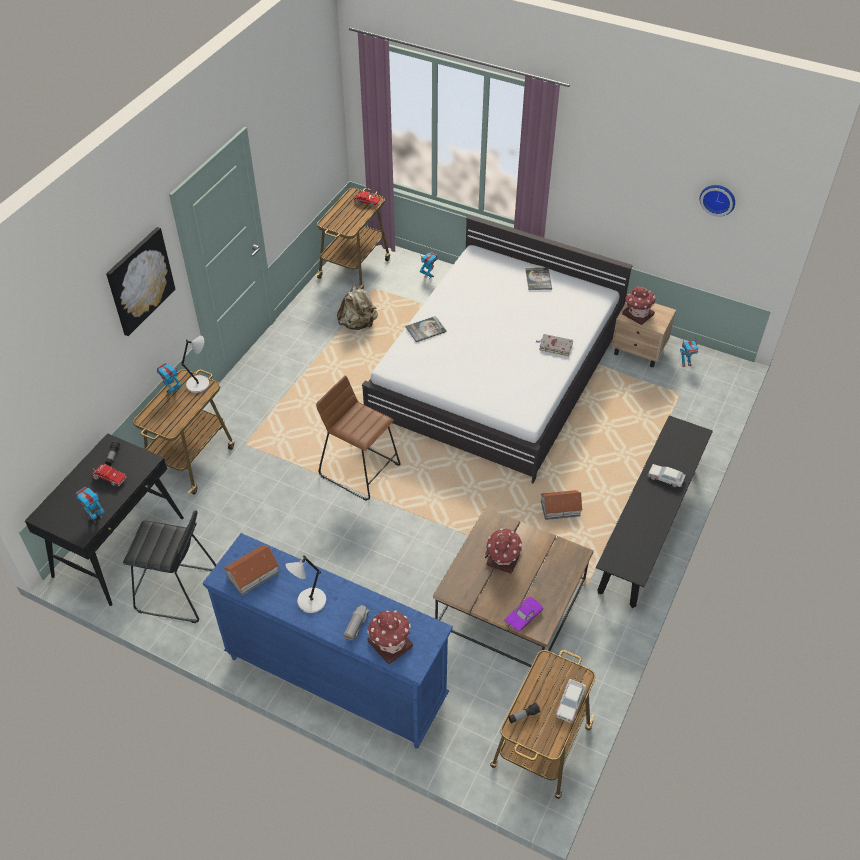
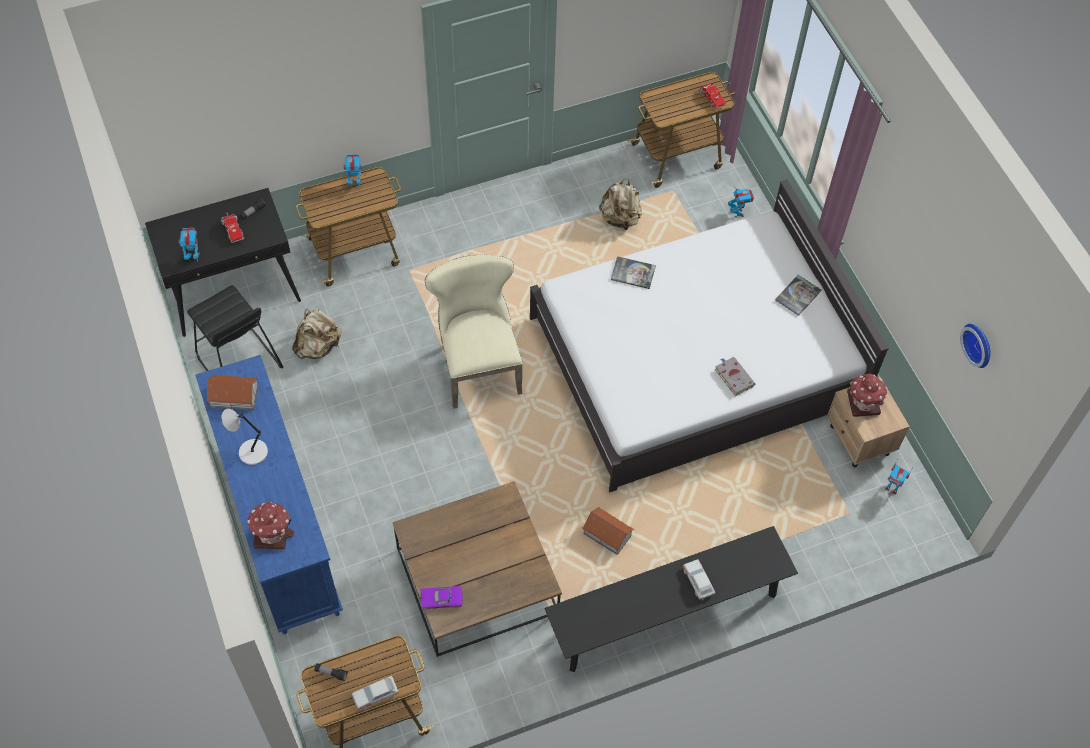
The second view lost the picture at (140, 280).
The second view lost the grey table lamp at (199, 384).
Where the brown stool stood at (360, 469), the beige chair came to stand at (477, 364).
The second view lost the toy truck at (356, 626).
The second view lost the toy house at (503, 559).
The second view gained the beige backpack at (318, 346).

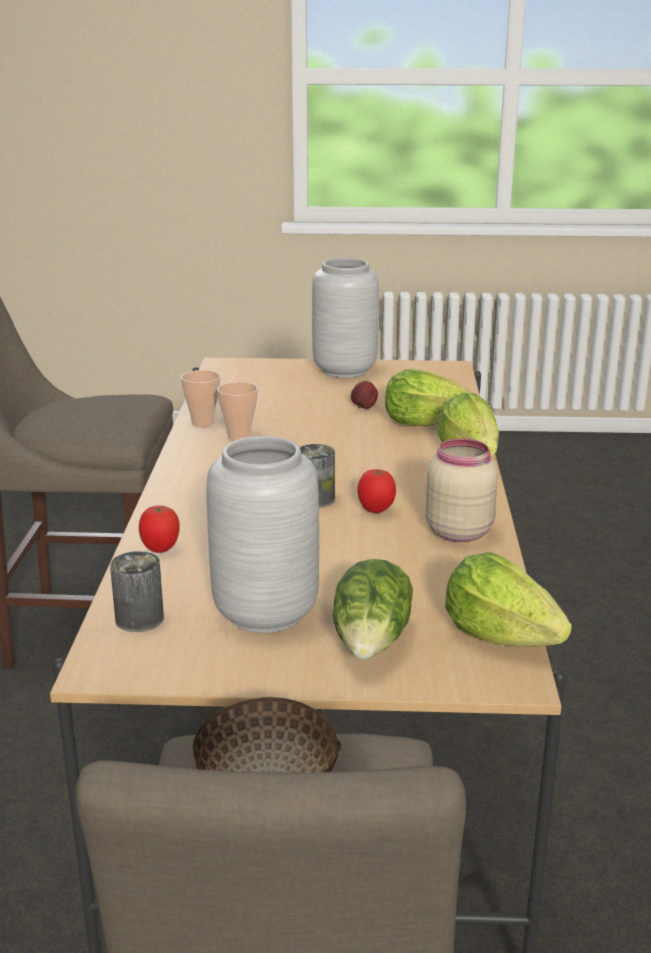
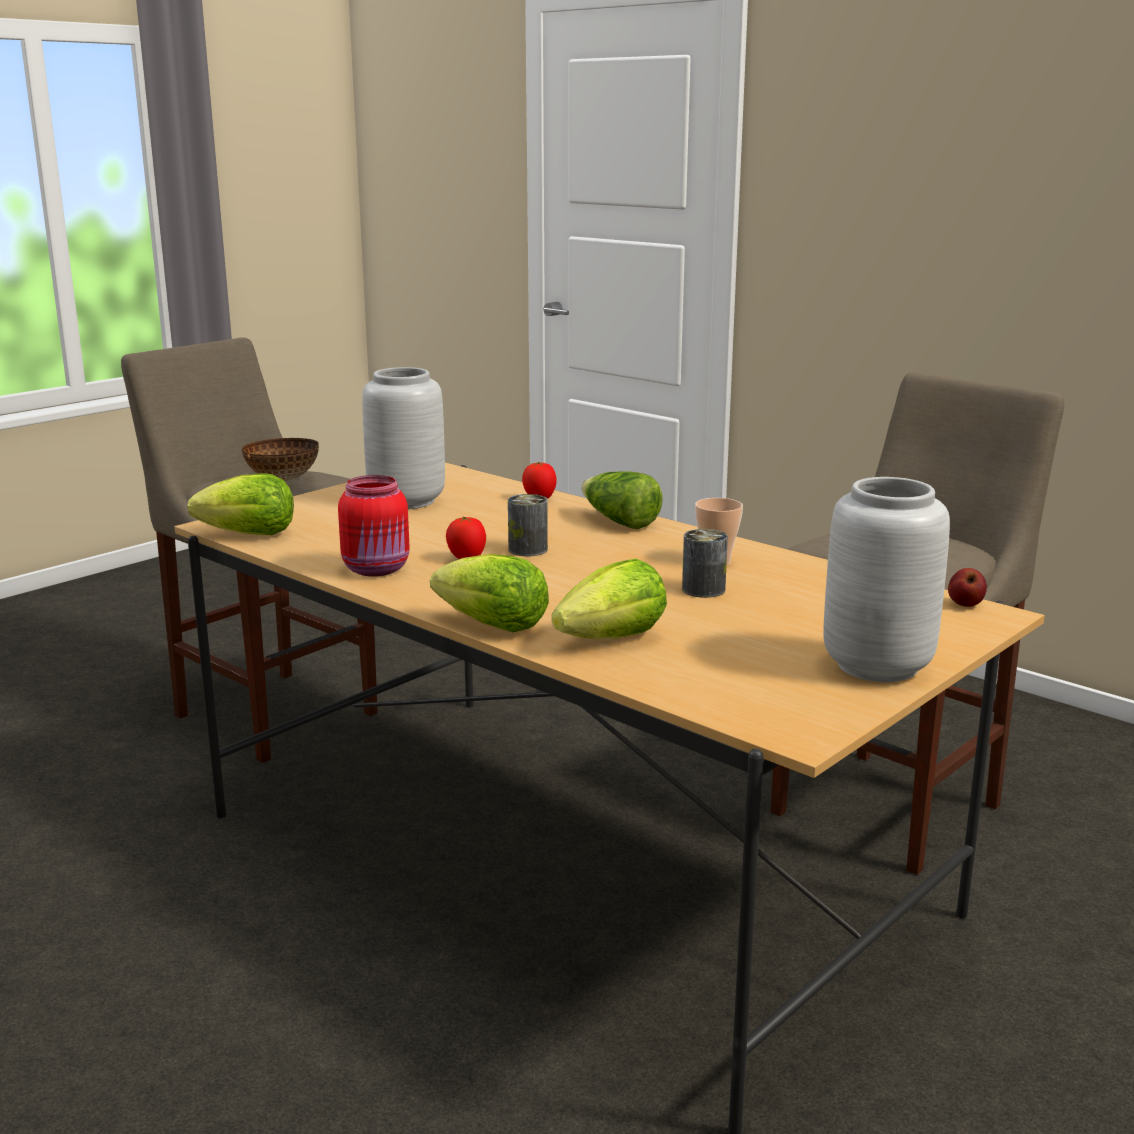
The can ended up elsewhere, having gone from (139, 619) to (703, 590).
The second view lost the cup at (202, 423).
The lettuce ended up elsewhere, having gone from (372, 642) to (619, 522).
The apple ended up elsewhere, having gone from (364, 408) to (965, 605).
What was the beige jar at (458, 531) turned into the red jar at (378, 569).

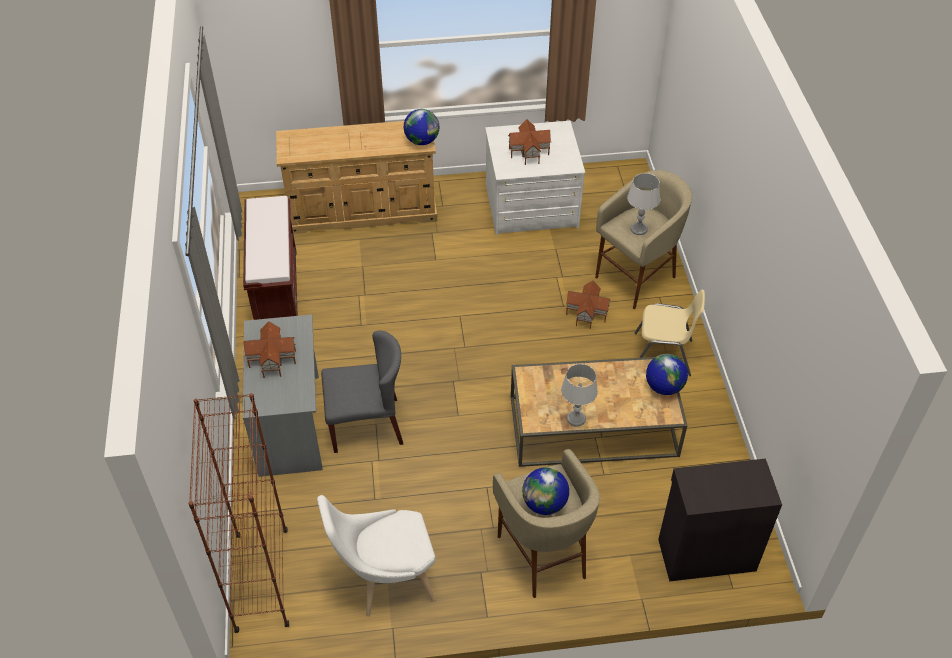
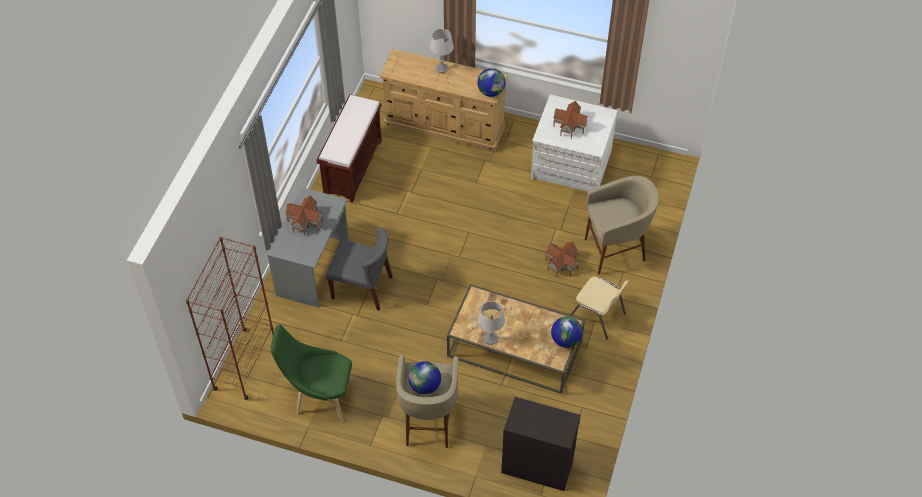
What was the white chair at (385, 581) turned into the green chair at (319, 396).
The grey table lamp ended up elsewhere, having gone from (639, 229) to (442, 68).

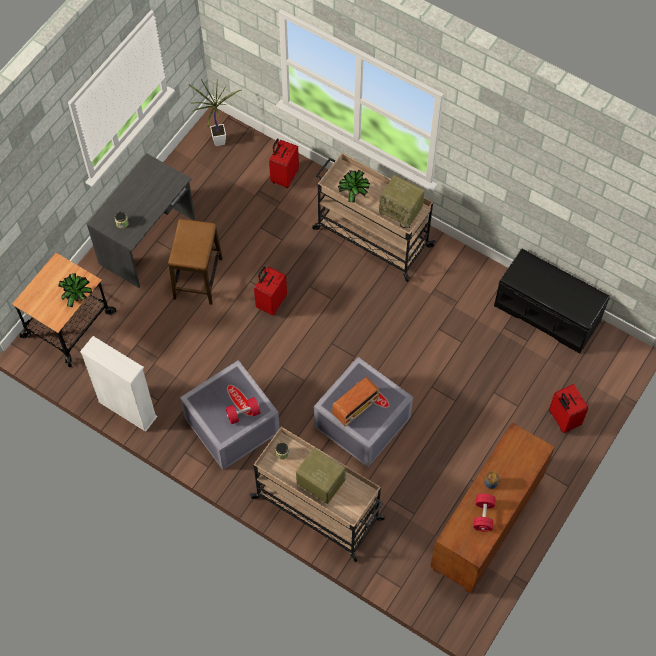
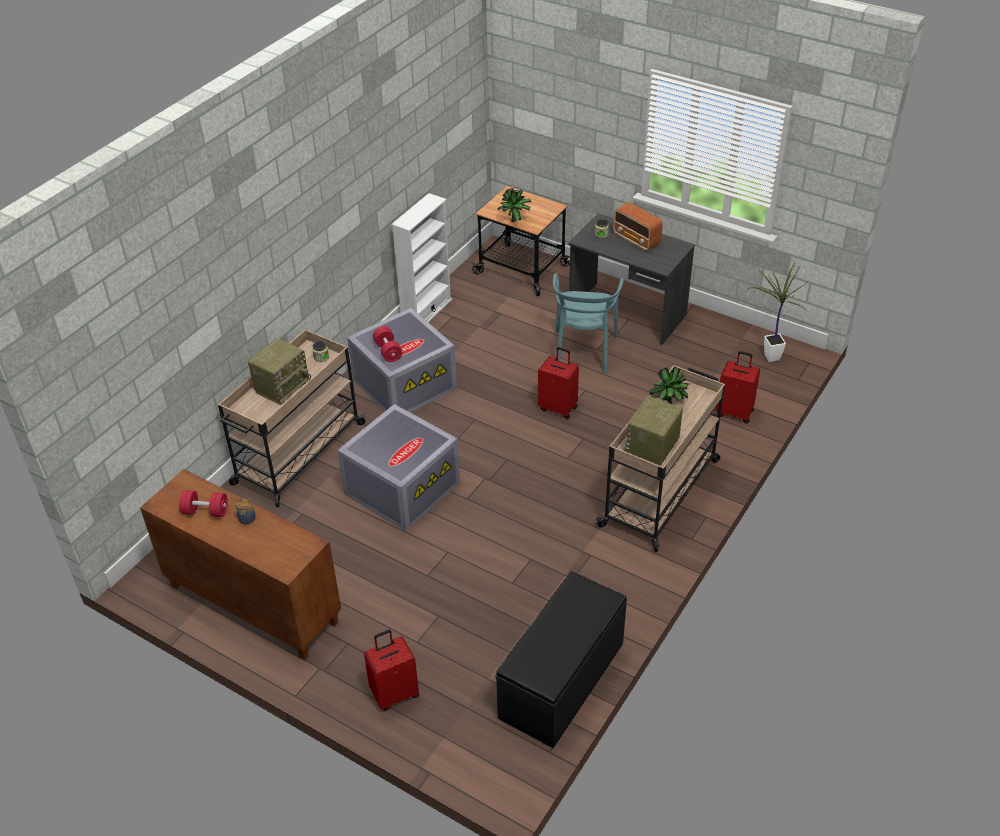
Where the stool stood at (198, 279), the turquoise chair came to stand at (584, 351).
The radio ended up elsewhere, having gone from (355, 407) to (636, 240).

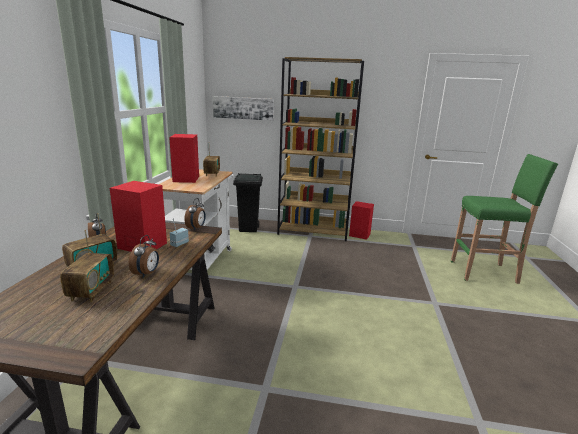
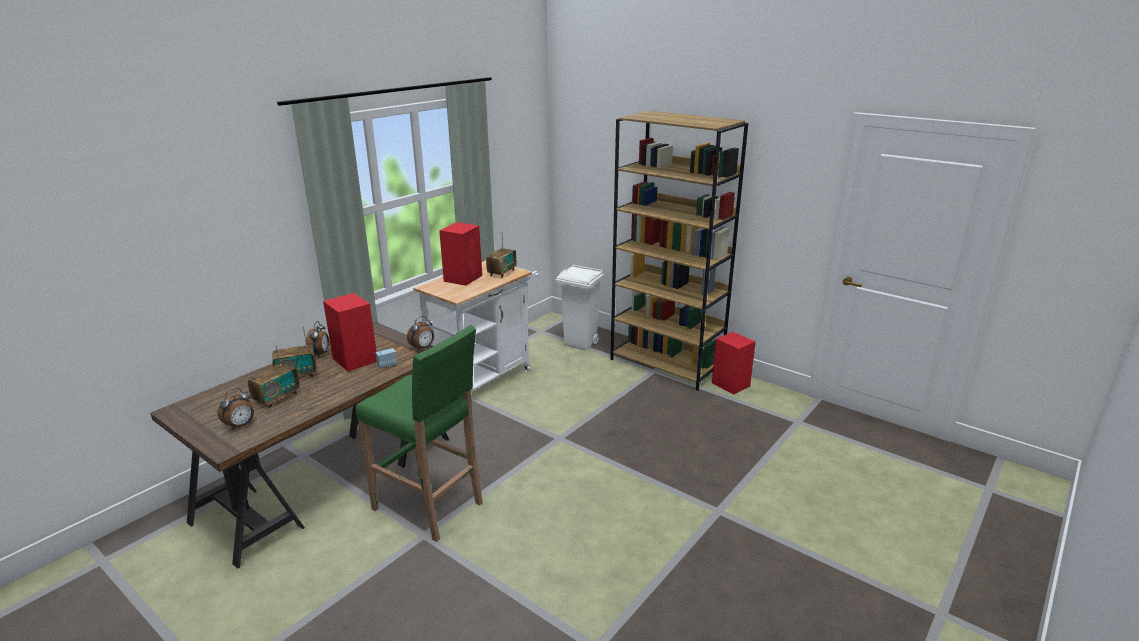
The alarm clock ended up elsewhere, having gone from (147, 273) to (240, 425).
The second view lost the picture at (243, 108).
What was the black trash can at (248, 229) turned into the white trash can at (580, 344).
The green stool ended up elsewhere, having gone from (485, 272) to (429, 507).

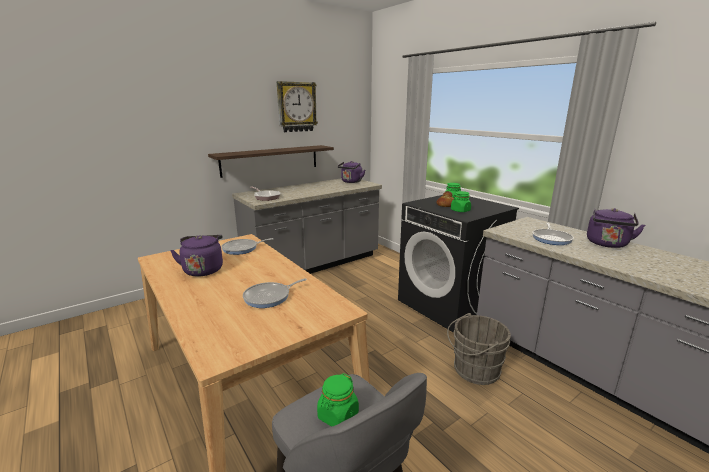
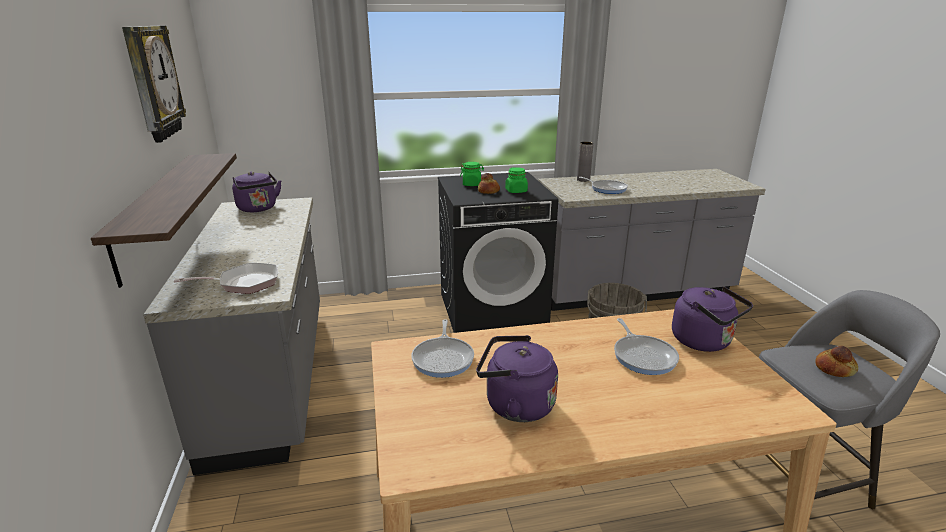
Where the green jar stood at (338, 416), the bread came to stand at (834, 368).
The purple kettle ended up elsewhere, having gone from (607, 244) to (704, 342).
The second view gained the grey vase at (583, 180).

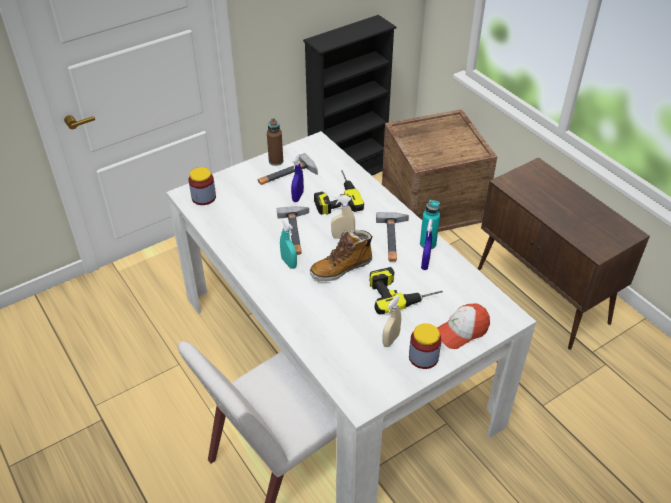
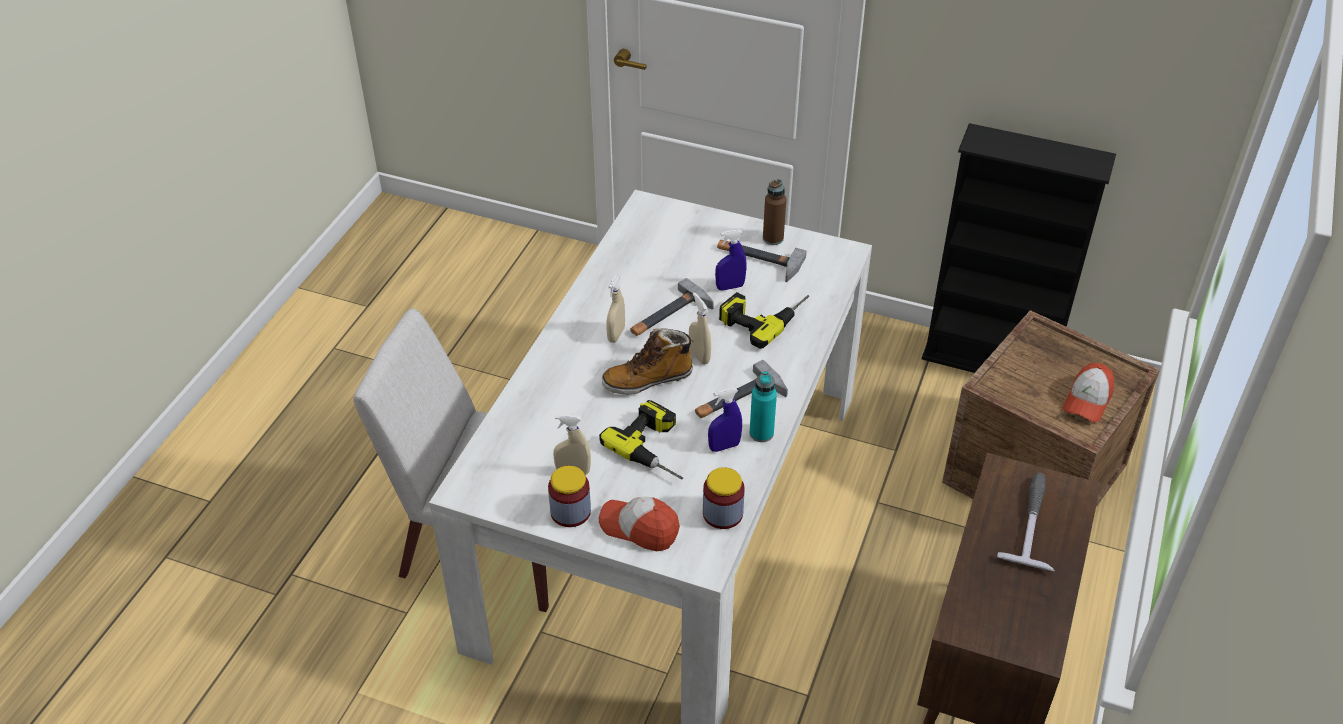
The jar ended up elsewhere, having gone from (203, 197) to (722, 513).
What was the turquoise spray bottle at (289, 263) turned into the beige spray bottle at (616, 335).
The boot at (341, 268) ended up facing another way, 45 degrees counterclockwise from before.
The second view gained the hammer at (1032, 522).
The second view gained the cap at (1087, 400).

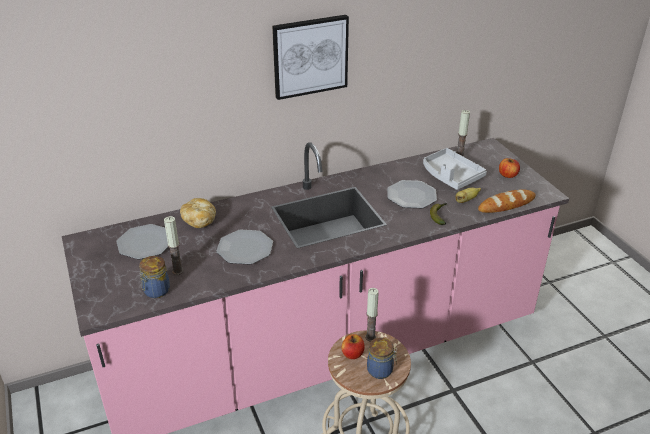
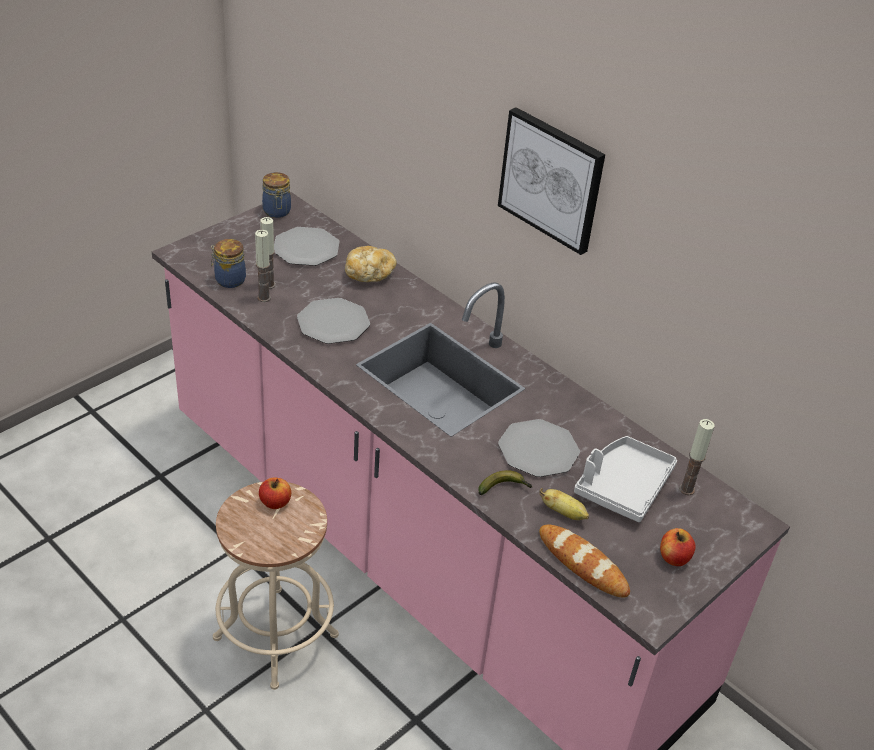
The candle ended up elsewhere, having gone from (370, 337) to (264, 298).
The jar ended up elsewhere, having gone from (381, 370) to (277, 212).

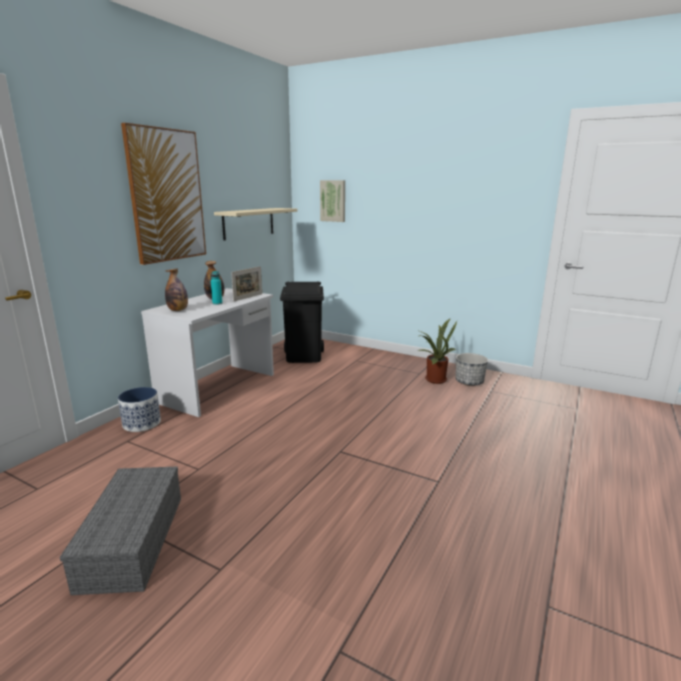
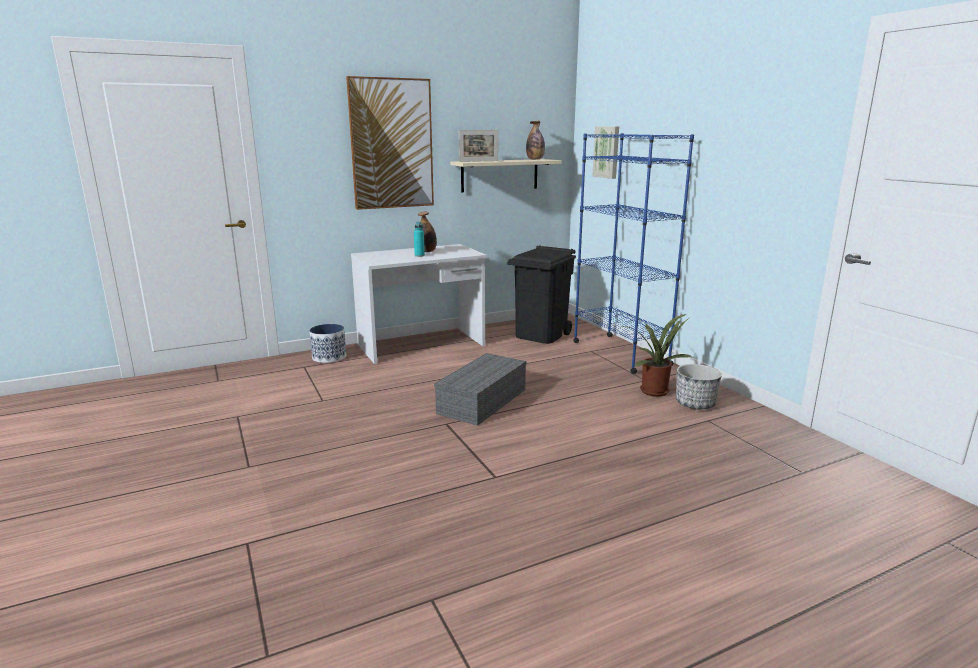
The grey storage box ended up elsewhere, having gone from (133, 542) to (482, 402).
The bottle ended up elsewhere, having gone from (178, 310) to (535, 159).
The picture frame ended up elsewhere, having gone from (248, 297) to (478, 161).
The second view gained the blue bookcase at (620, 353).

